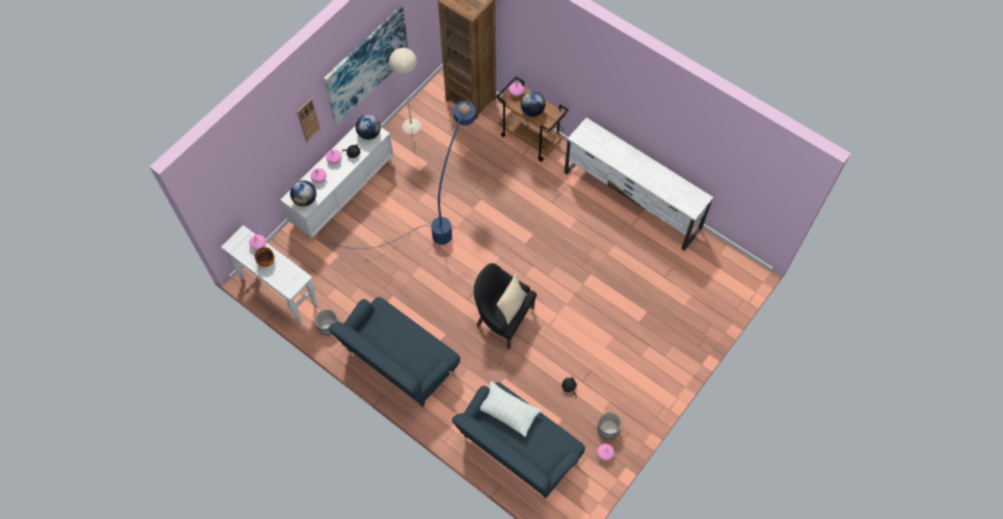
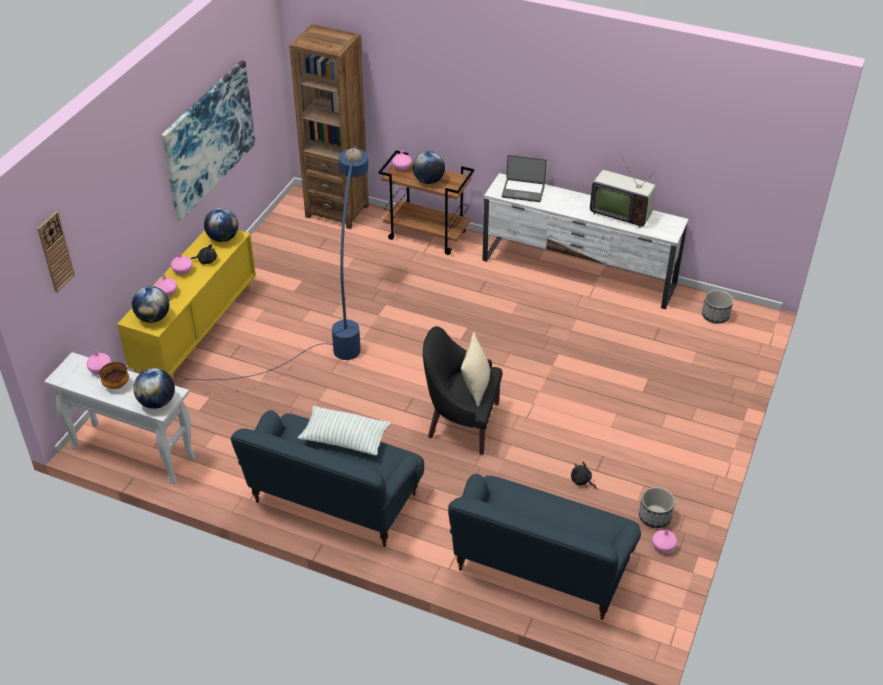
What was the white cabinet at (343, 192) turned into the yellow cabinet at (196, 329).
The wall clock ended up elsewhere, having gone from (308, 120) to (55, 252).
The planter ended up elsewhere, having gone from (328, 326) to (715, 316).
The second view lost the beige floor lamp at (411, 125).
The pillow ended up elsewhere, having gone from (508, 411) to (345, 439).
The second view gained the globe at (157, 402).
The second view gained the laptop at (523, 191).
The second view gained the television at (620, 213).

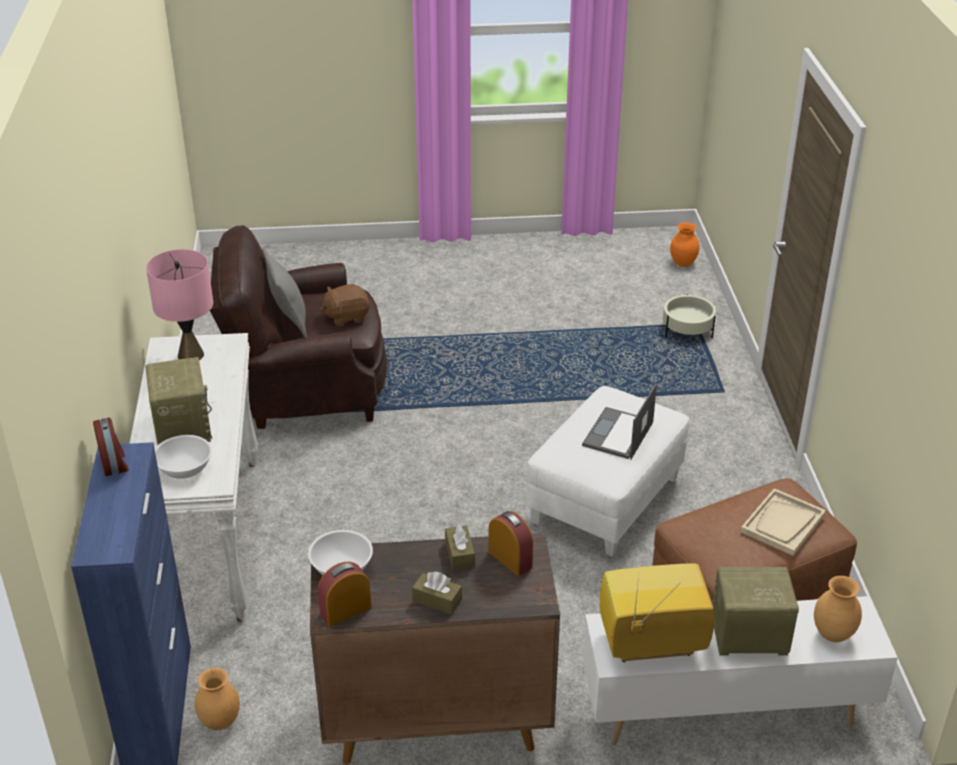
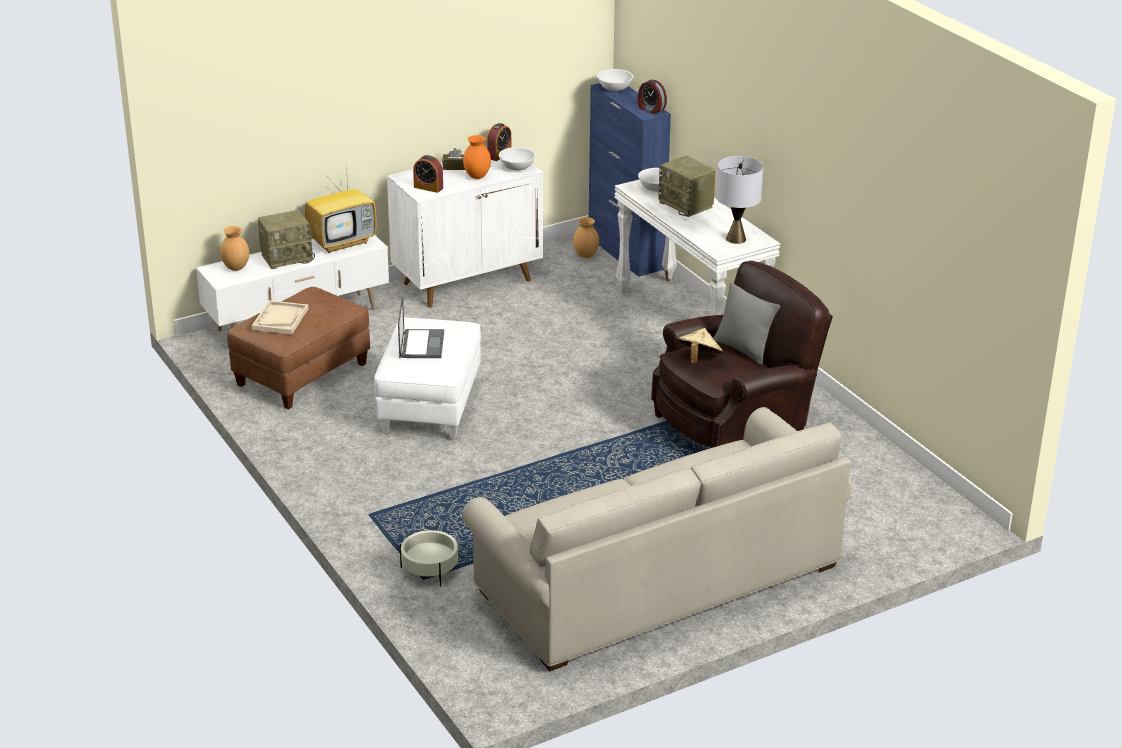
What was the pink table lamp at (190, 355) turned into the grey table lamp at (736, 239).
What was the brown cabinet at (434, 719) turned into the white cabinet at (468, 281).
Where the brown plush toy stood at (346, 317), the beige hat came to stand at (698, 359).
The second view lost the brown tissue box at (459, 554).
The orange vase ended up elsewhere, having gone from (682, 263) to (477, 176).
The second view gained the beige sofa at (658, 580).
The second view gained the white bowl at (614, 88).

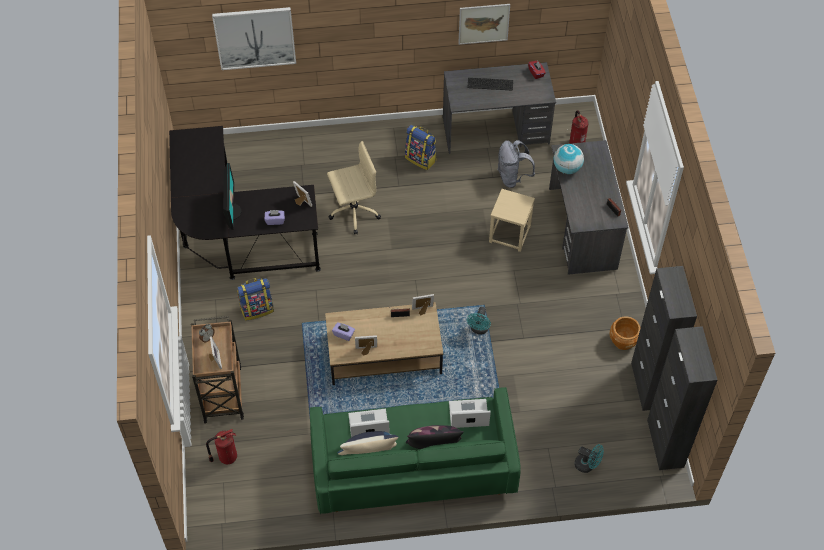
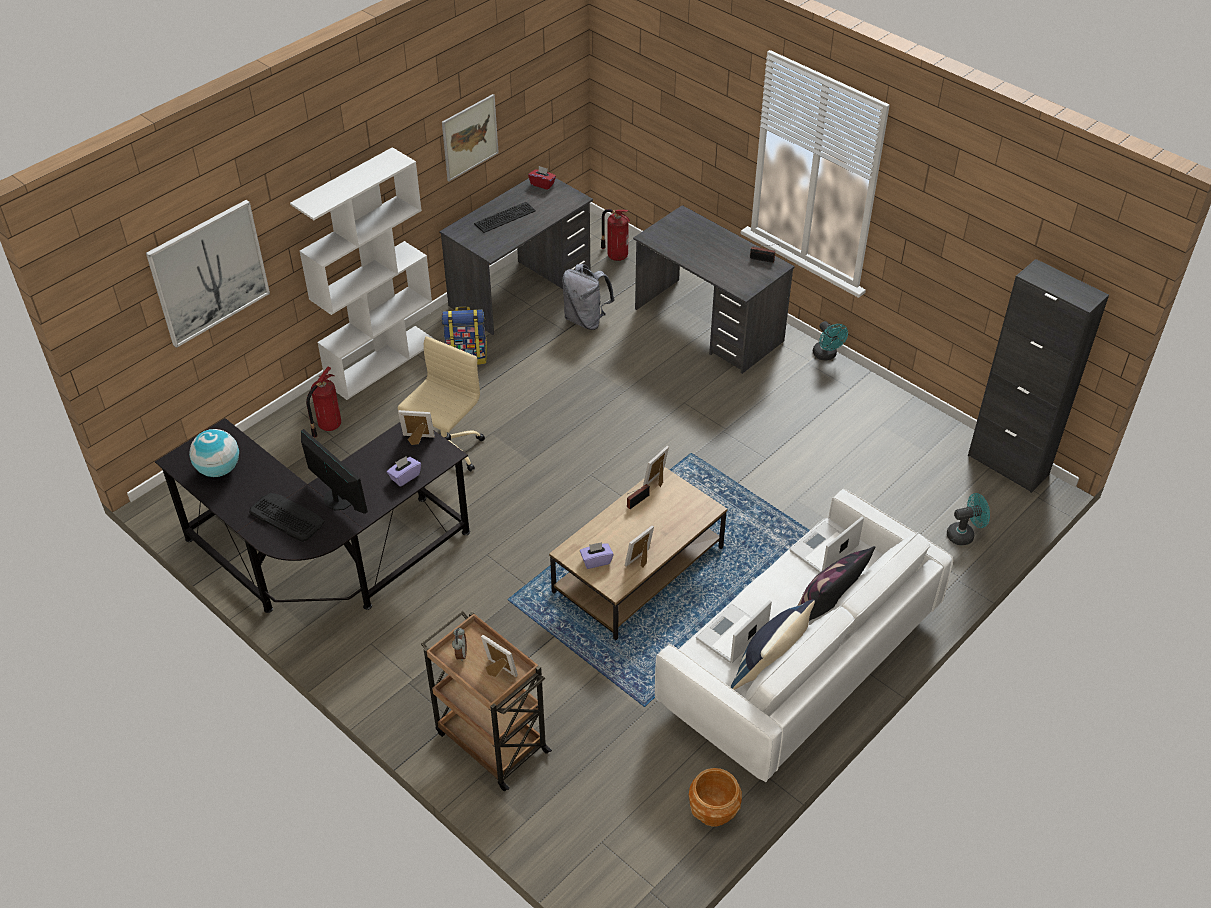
The fire extinguisher ended up elsewhere, having gone from (226, 457) to (328, 426).
The second view lost the backpack at (257, 309).
What was the green sofa at (413, 466) turned into the white sofa at (798, 661).
The turquoise fan ended up elsewhere, having gone from (479, 329) to (826, 355).
The second view lost the beige stool at (509, 234).
The globe ended up elsewhere, having gone from (567, 168) to (219, 469).
The brown planter ended up elsewhere, having gone from (623, 341) to (713, 811).
The second view lost the black cabinet at (648, 385).
The second view gained the keyboard at (286, 517).
The second view gained the white bookcase at (382, 362).

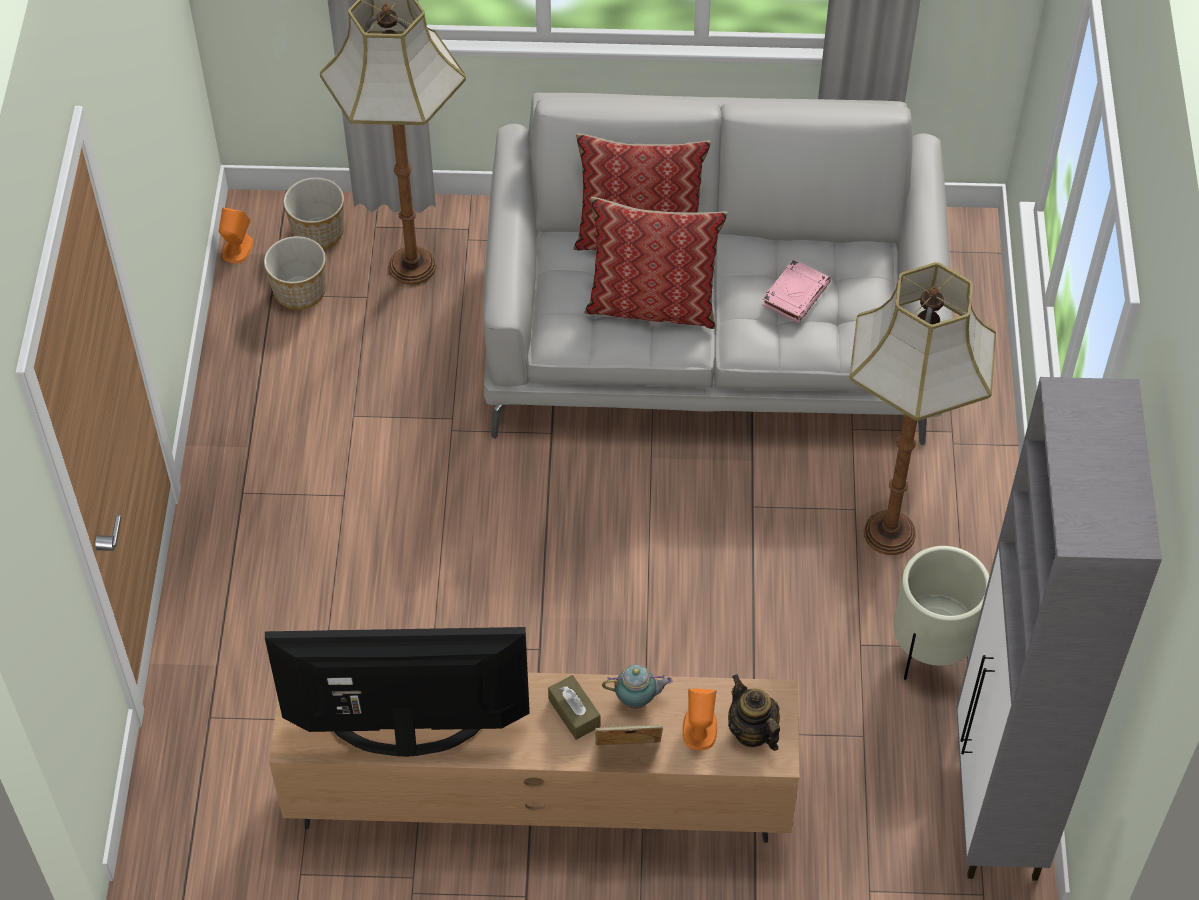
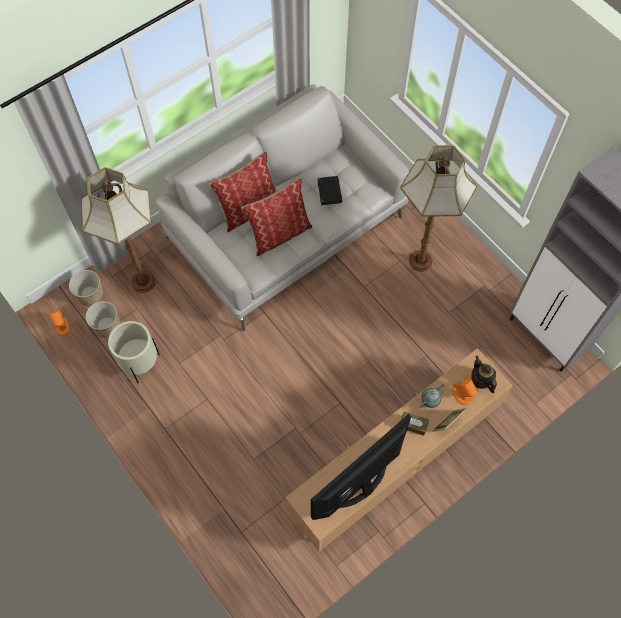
The teapot at (752, 731) ended up facing another way, 45 degrees clockwise from before.
What was the pink book at (795, 294) turned into the black book at (329, 191).
The beige planter ended up elsewhere, having gone from (931, 650) to (140, 363).

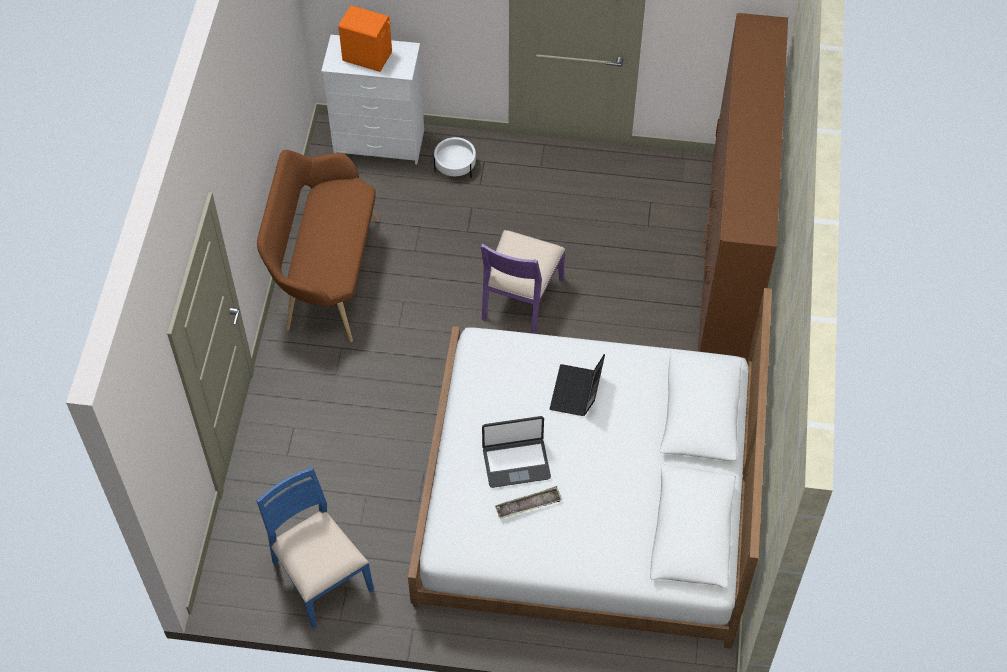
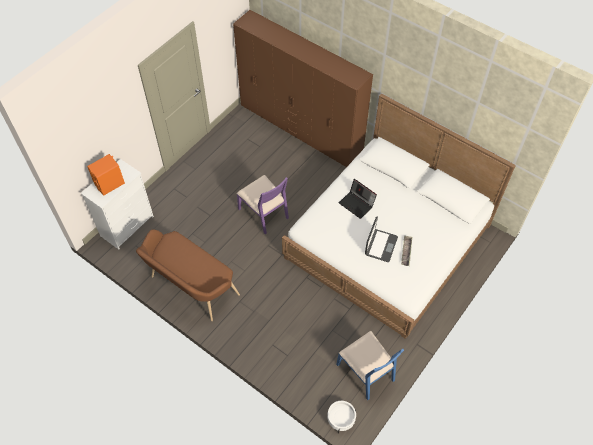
The blue chair at (320, 576) ended up facing another way, 120 degrees counterclockwise from before.
The white planter ended up elsewhere, having gone from (455, 166) to (341, 418).

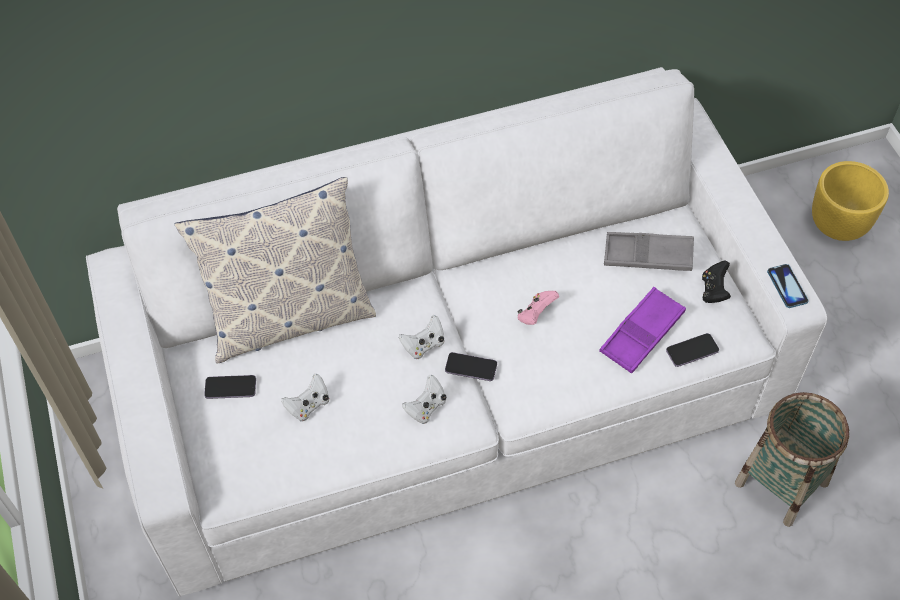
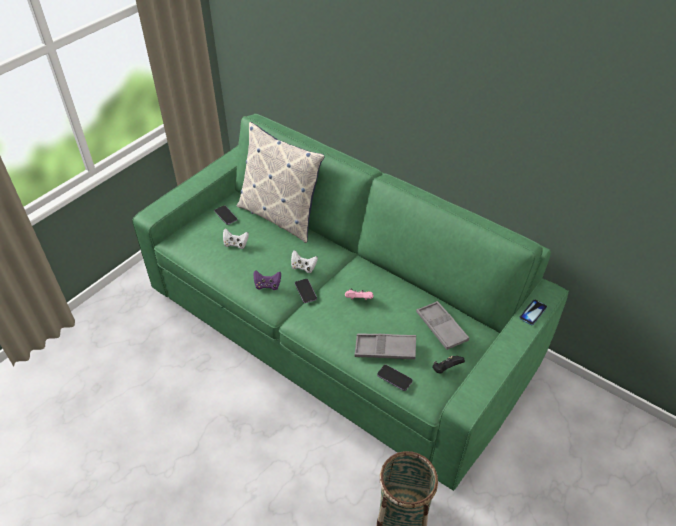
What was the white sofa at (451, 384) turned into the green sofa at (338, 326).
What was the white game controller at (426, 407) turned into the purple game controller at (267, 285).
What was the purple tray at (642, 334) turned into the grey tray at (385, 349).
The phone ended up elsewhere, having gone from (787, 287) to (533, 313).
The second view lost the yellow planter at (838, 225).

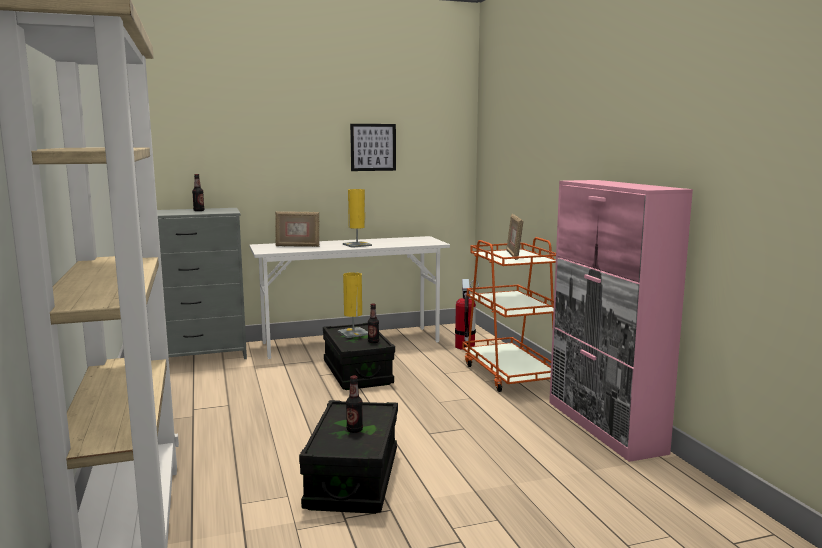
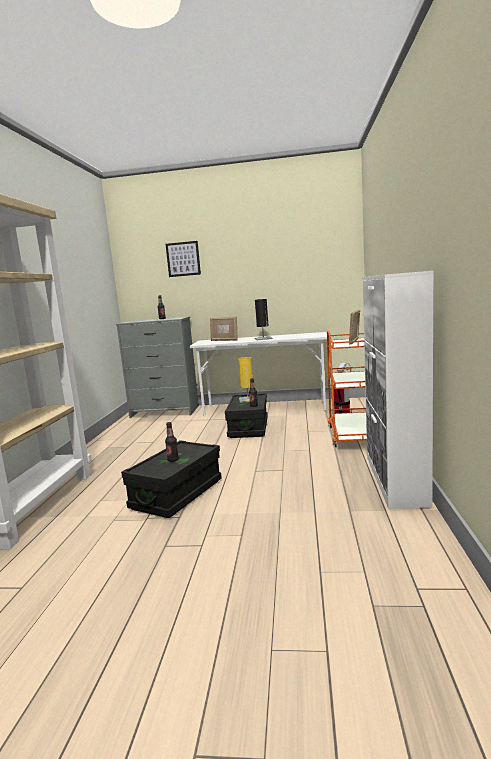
What was the yellow table lamp at (357, 245) turned into the black table lamp at (263, 338).
The picture ended up elsewhere, having gone from (373, 147) to (183, 259).
What was the pink cabinet at (604, 426) turned into the white cabinet at (395, 480).

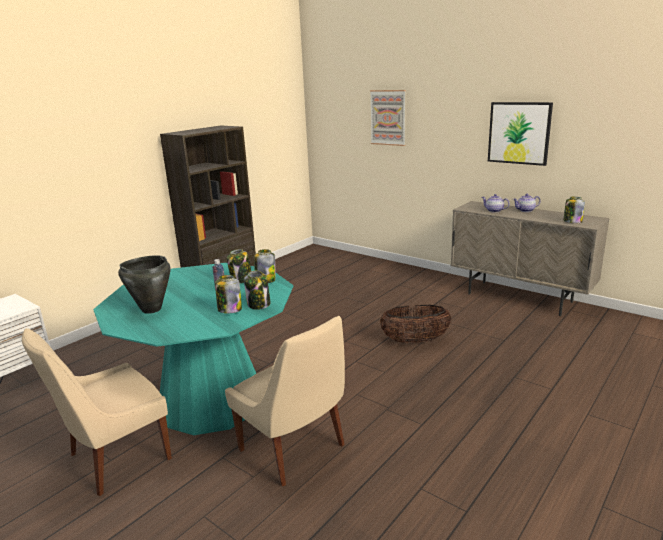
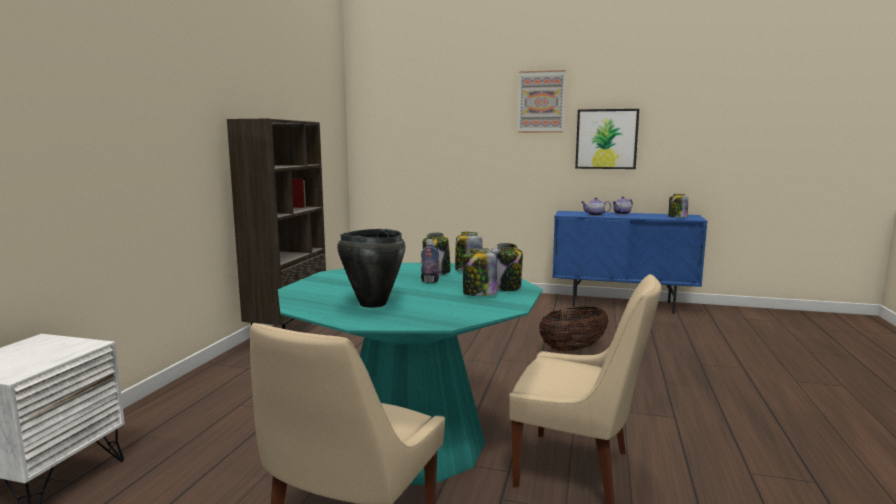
The picture ended up elsewhere, having gone from (388, 117) to (541, 102).
What was the beige cabinet at (519, 298) turned into the blue cabinet at (622, 304).

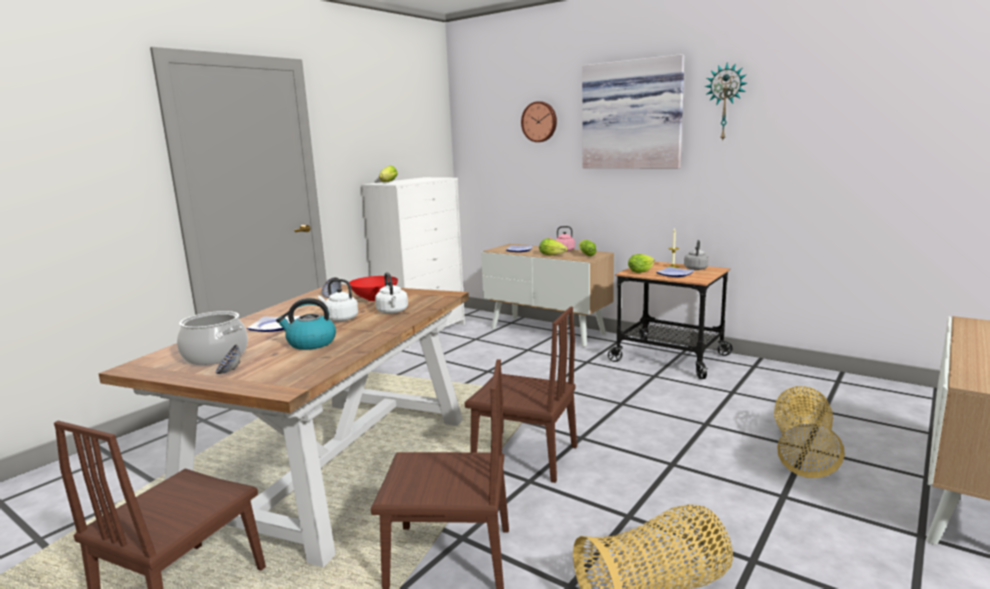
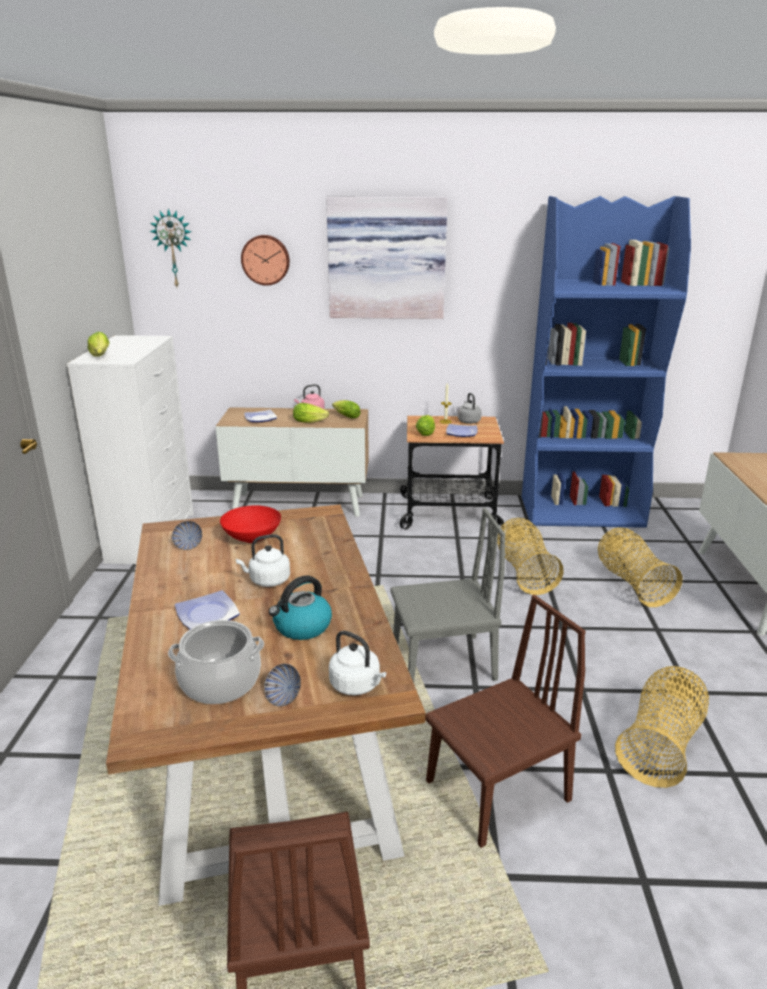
The white kettle ended up elsewhere, having gone from (392, 312) to (357, 685).
What was the brown chair at (524, 456) turned into the grey chair at (443, 662).
The wall clock ended up elsewhere, having gone from (725, 102) to (173, 249).
The second view gained the basket at (525, 572).
The second view gained the blue bookcase at (582, 511).

